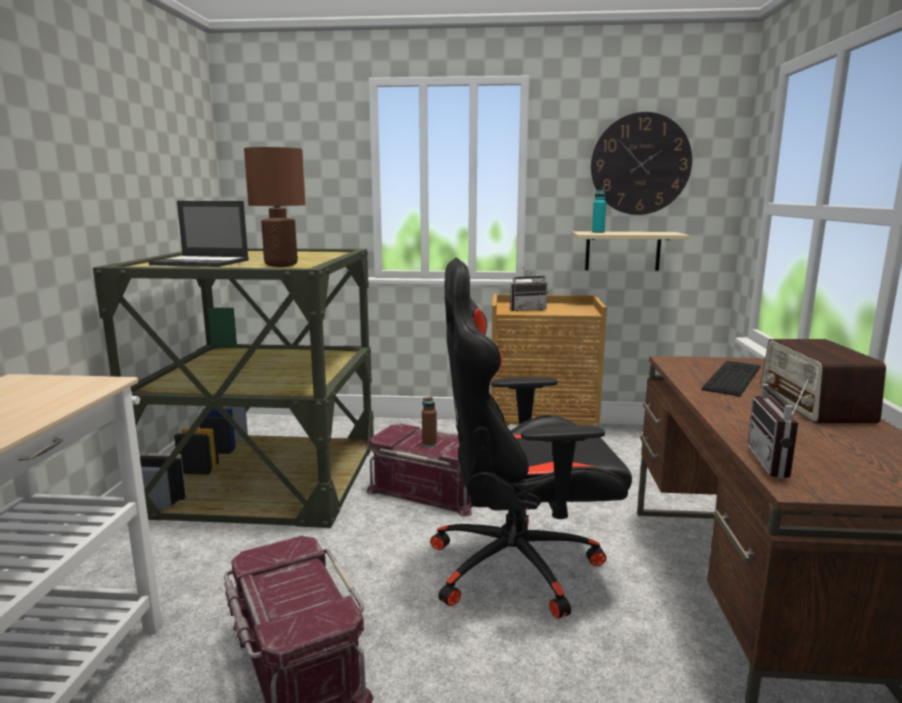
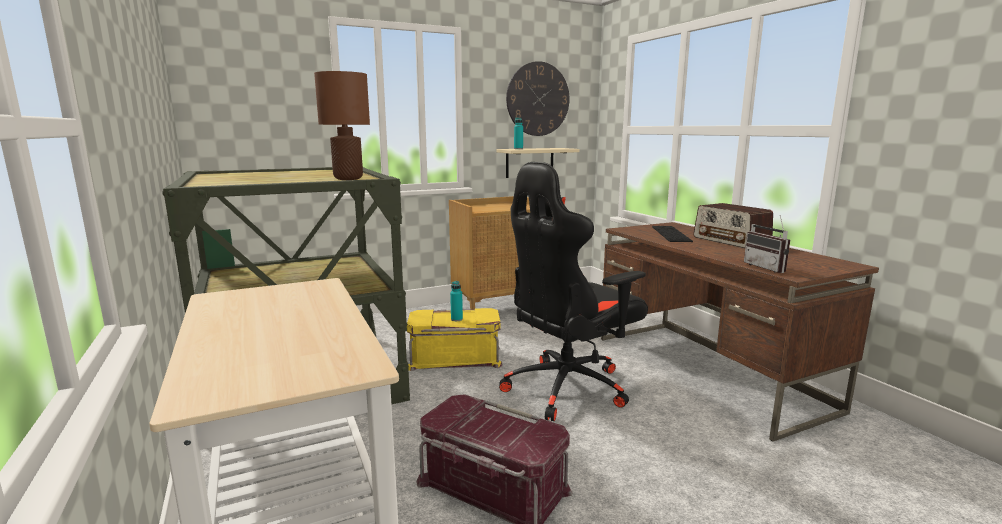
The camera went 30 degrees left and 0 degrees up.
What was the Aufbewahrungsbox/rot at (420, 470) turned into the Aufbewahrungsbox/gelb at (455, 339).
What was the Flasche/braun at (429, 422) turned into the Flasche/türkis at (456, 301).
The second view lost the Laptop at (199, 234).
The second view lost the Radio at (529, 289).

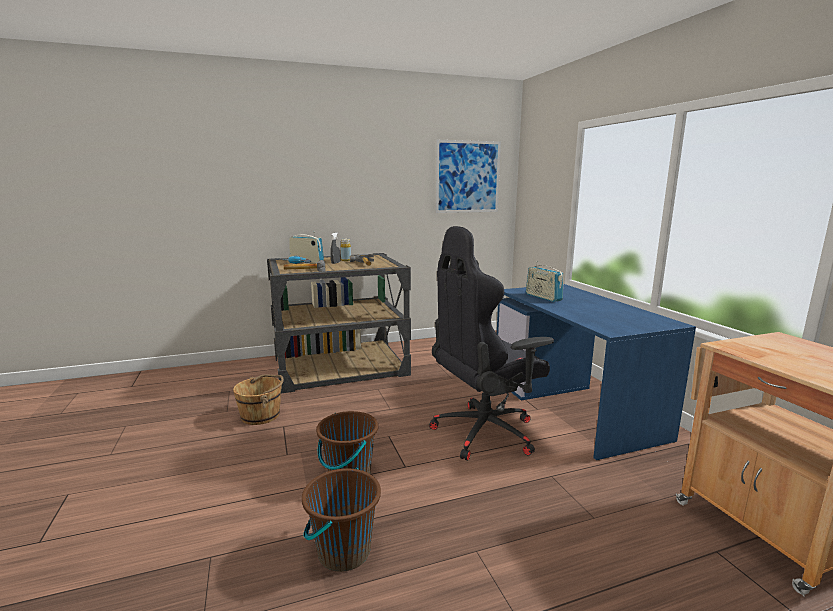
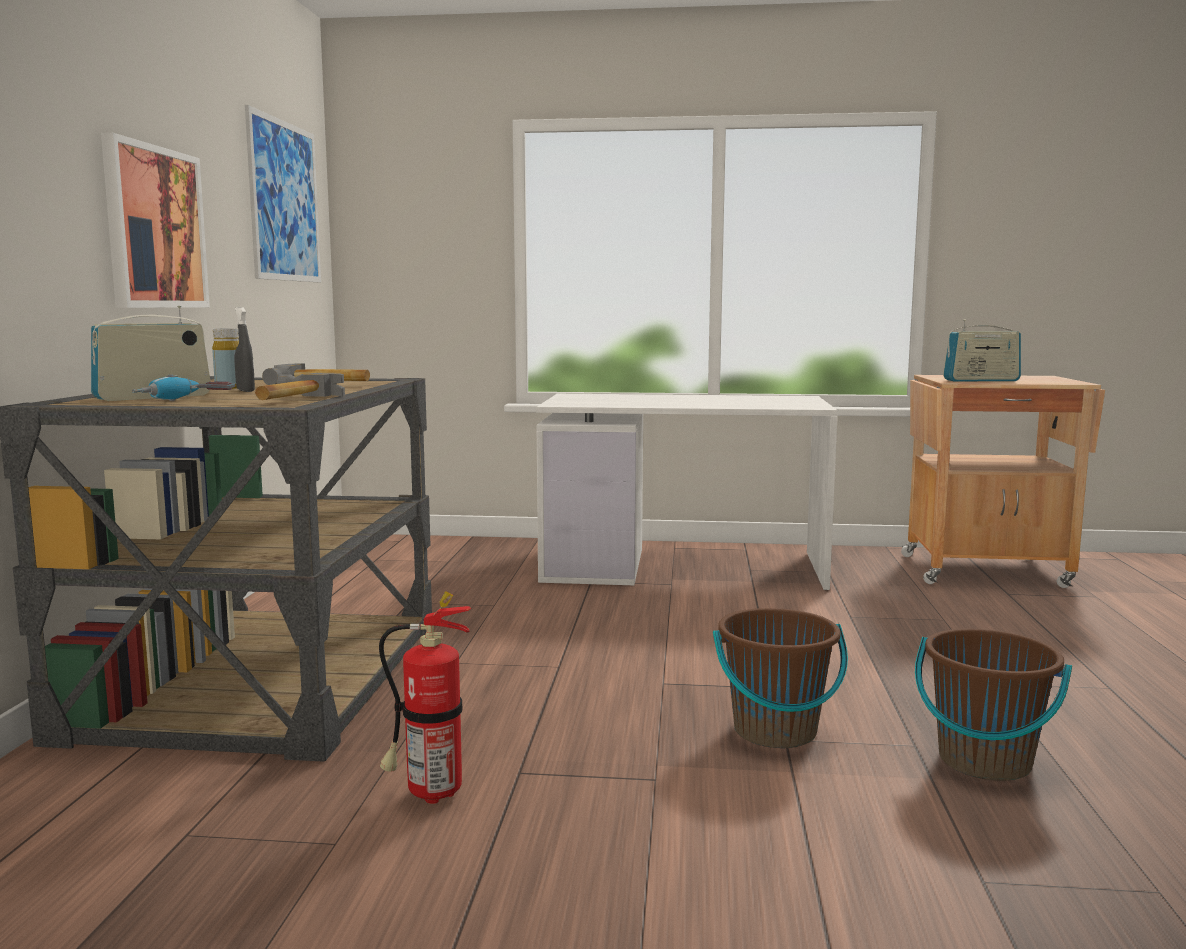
The camera went 65 degrees left and 5 degrees down.
The second view gained the Bild at (155, 220).
Where the Eimer/braun stood at (258, 399), the Feuerlöscher came to stand at (425, 697).
What was the Schreibtisch/blau at (596, 372) turned into the Schreibtisch/weiß at (687, 492).
The Radio ended up elsewhere, having gone from (544, 281) to (982, 350).
The second view lost the Bürostuhl/schwarz at (491, 343).

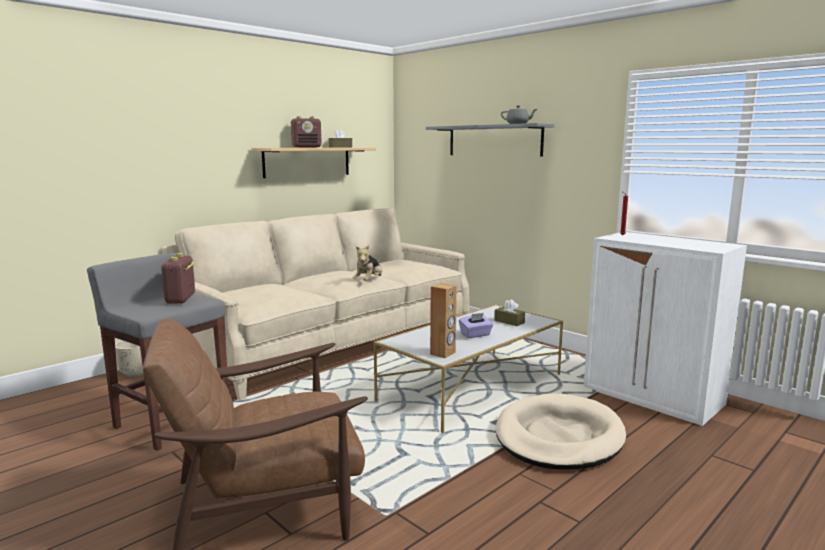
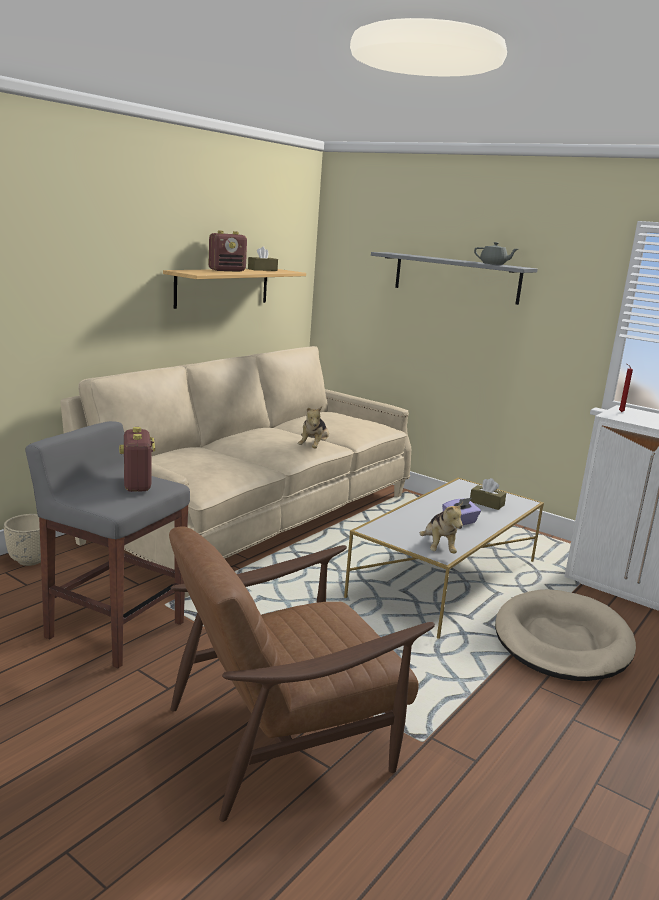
The camera went 10 degrees left and 5 degrees up.
Where the Lautsprecher/braun stood at (443, 320), the Plüschtier came to stand at (441, 528).

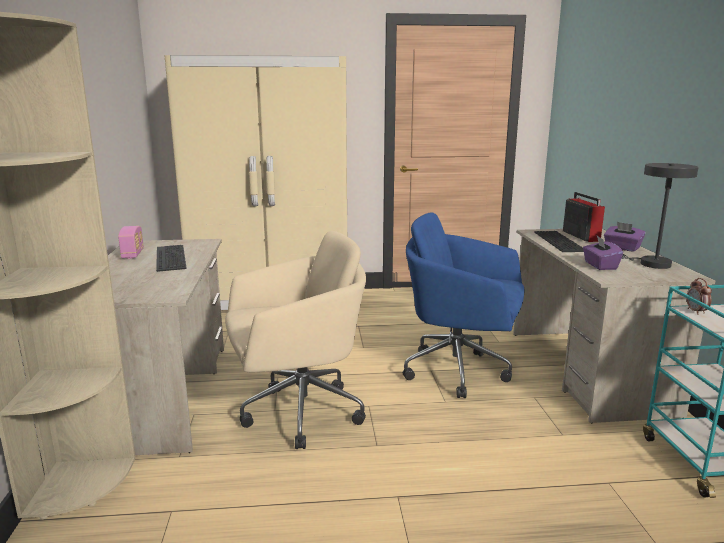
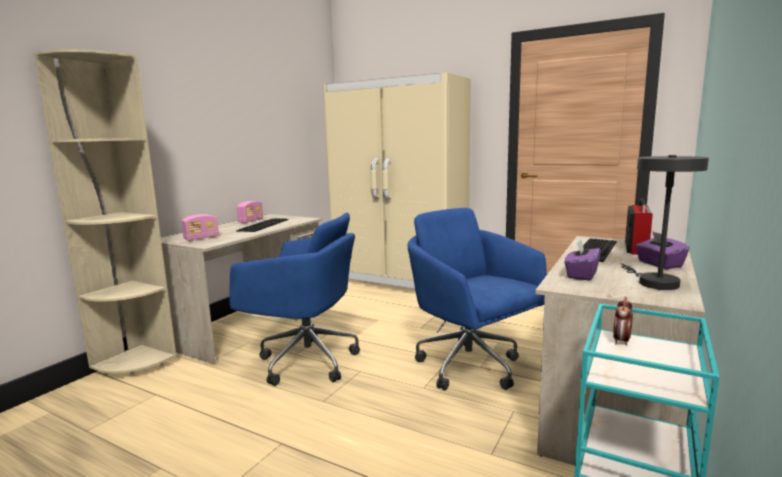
The camera went 35 degrees right and 5 degrees down.
The second view gained the Radio at (200, 227).
What was the Bürostuhl/beige at (295, 340) turned into the Bürostuhl/blau at (294, 299).

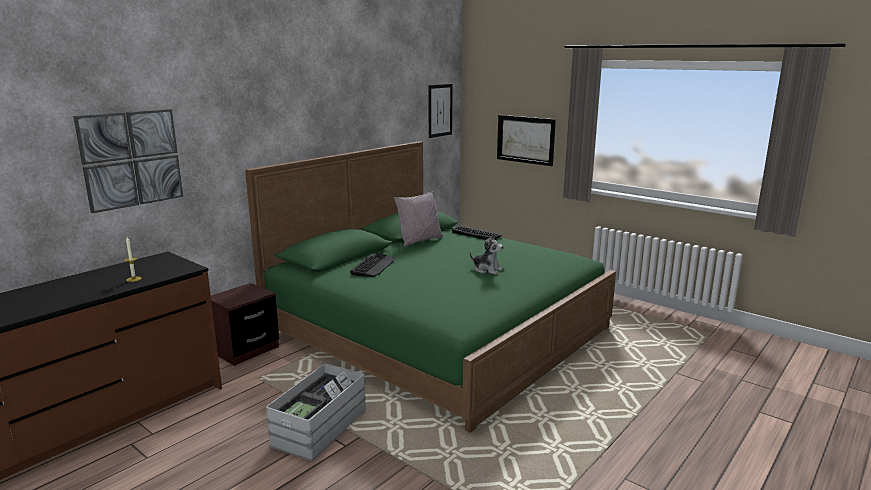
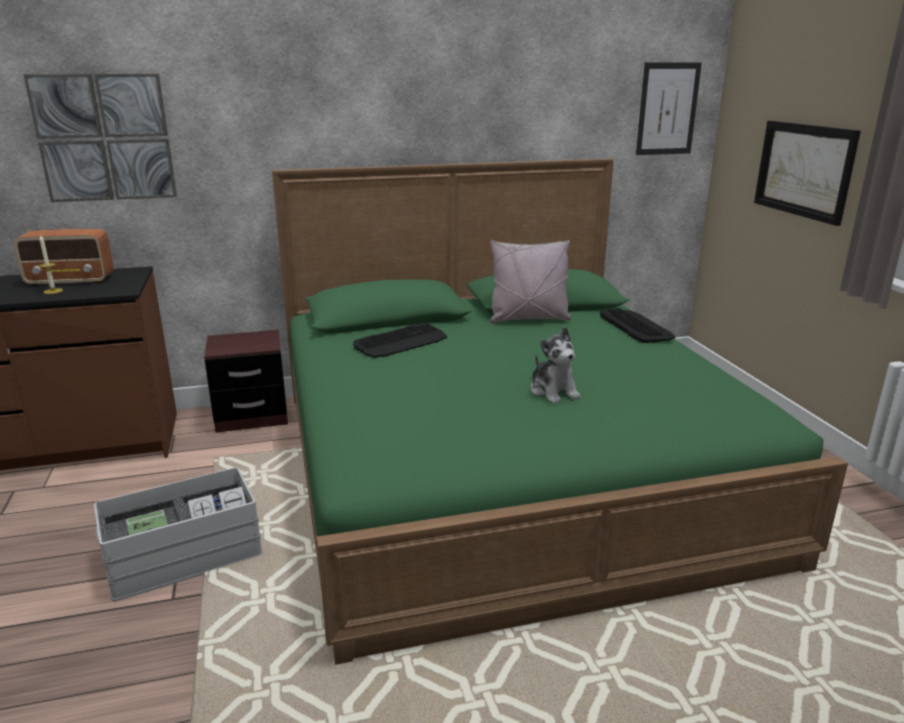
The camera went 35 degrees right and 5 degrees up.
The second view gained the Radio at (63, 257).

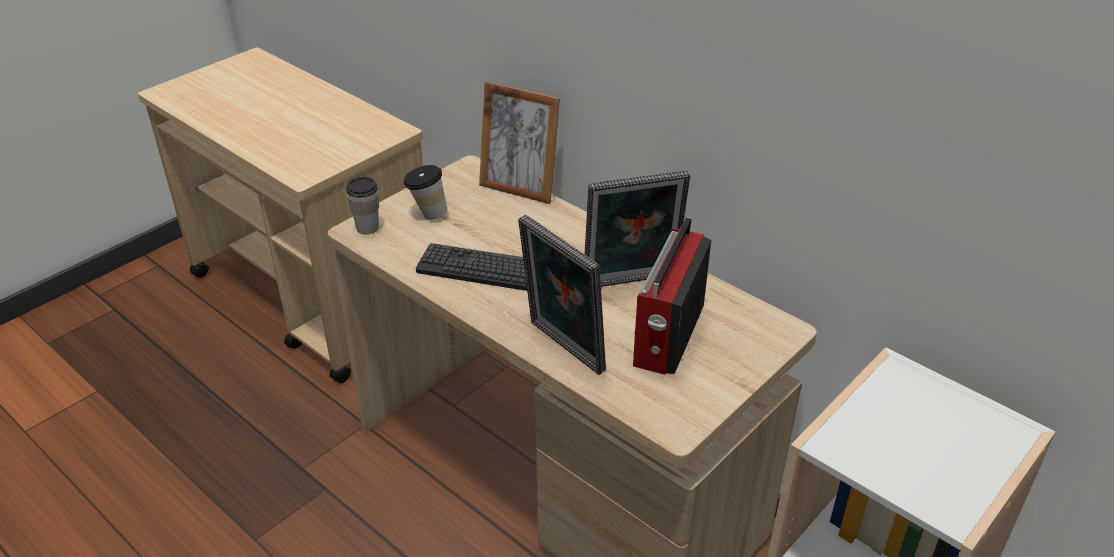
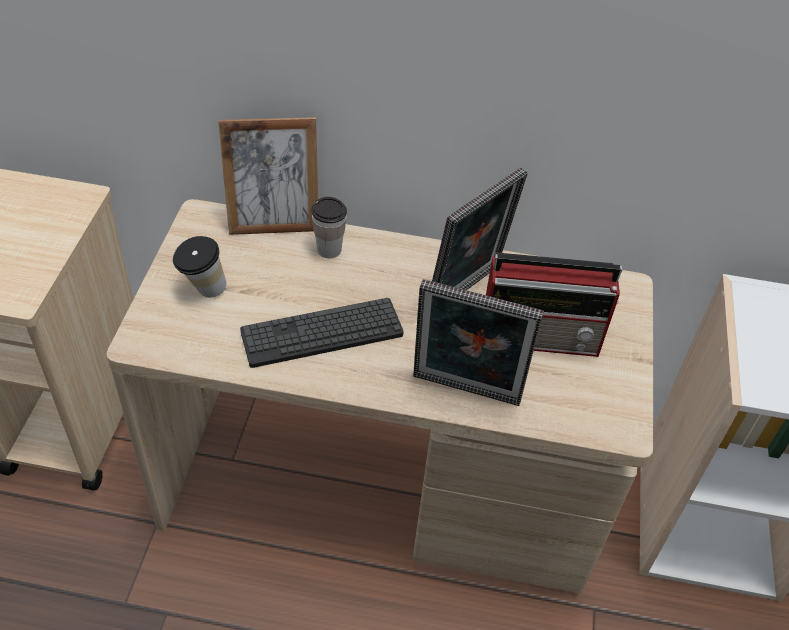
The camera went 35 degrees left and 10 degrees up.
The Tasse ended up elsewhere, having gone from (362, 206) to (329, 227).
The Radio at (672, 296) ended up facing another way, 75 degrees counterclockwise from before.

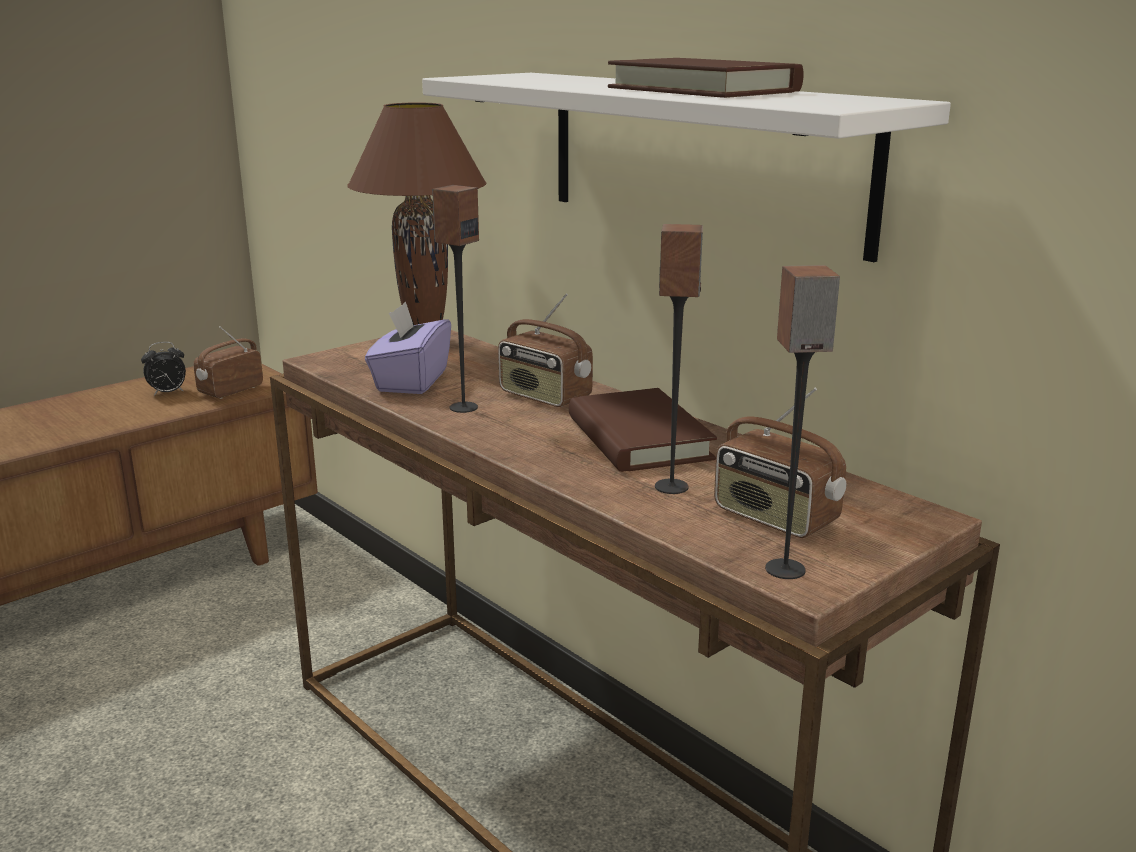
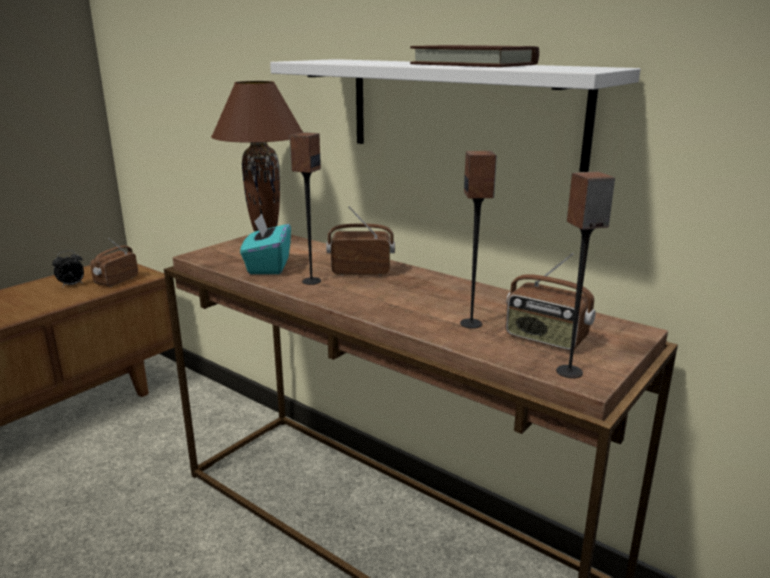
The camera went 10 degrees left and 0 degrees up.
What was the Taschentuchbox/lila at (408, 348) turned into the Taschentuchbox/türkis at (265, 243).
The Radio at (545, 350) ended up facing another way, 150 degrees clockwise from before.
The second view lost the Buch/braun at (643, 430).

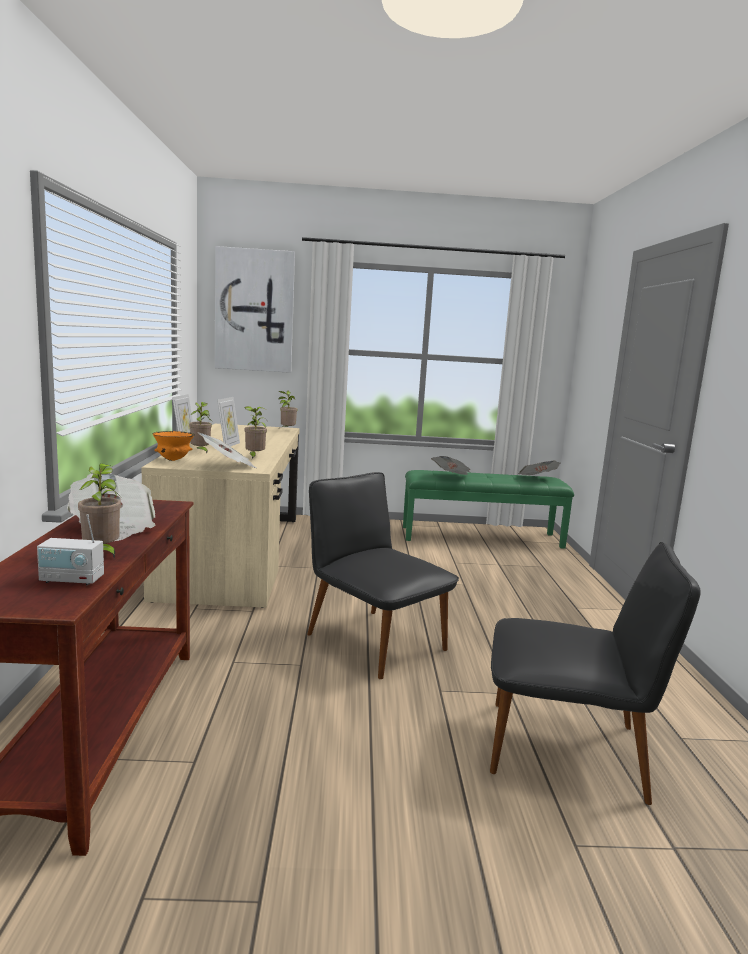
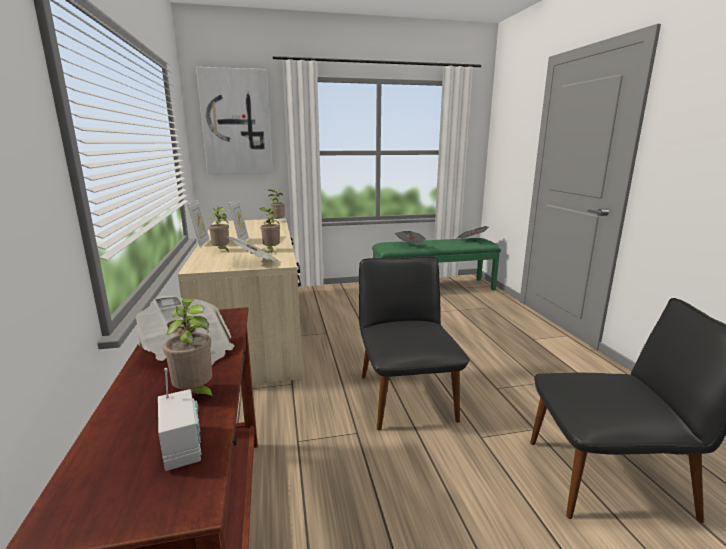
The camera went 10 degrees left and 5 degrees up.
The Radio at (70, 549) ended up facing another way, 105 degrees counterclockwise from before.
The Stuhl/schwarz at (383, 575) ended up facing another way, 45 degrees clockwise from before.
The second view lost the Schüssel/orange at (174, 446).

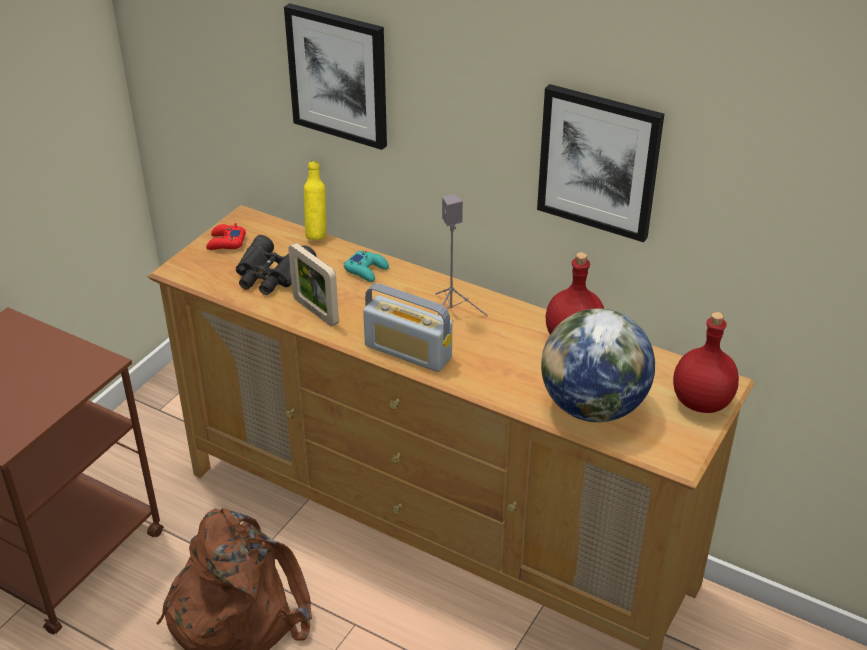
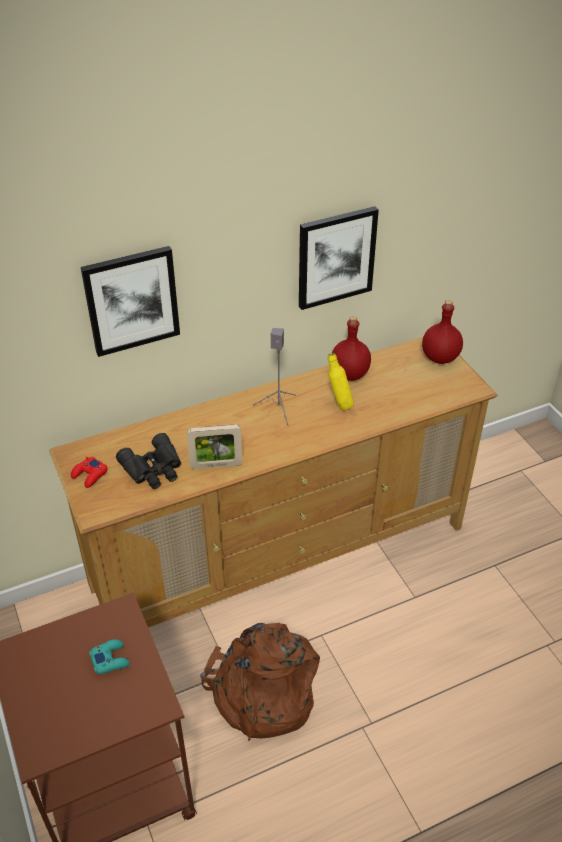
The camera went 55 degrees left and 5 degrees up.
The Gamepad/türkis ended up elsewhere, having gone from (366, 266) to (109, 656).
The Flasche/gelb ended up elsewhere, having gone from (315, 200) to (341, 381).
The second view lost the Radio at (407, 327).
The second view lost the Globus at (598, 365).

